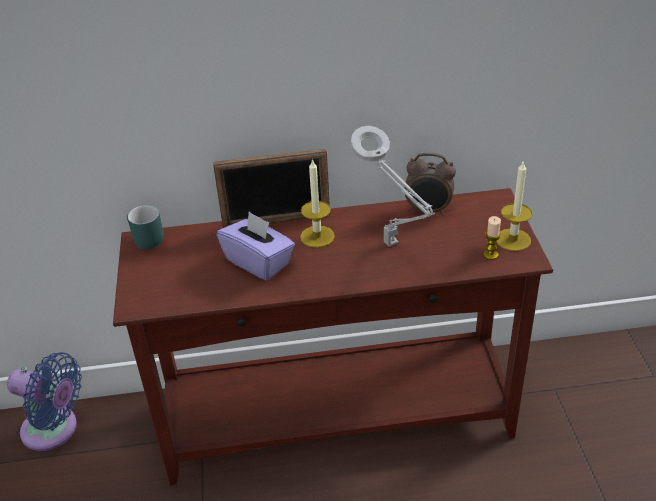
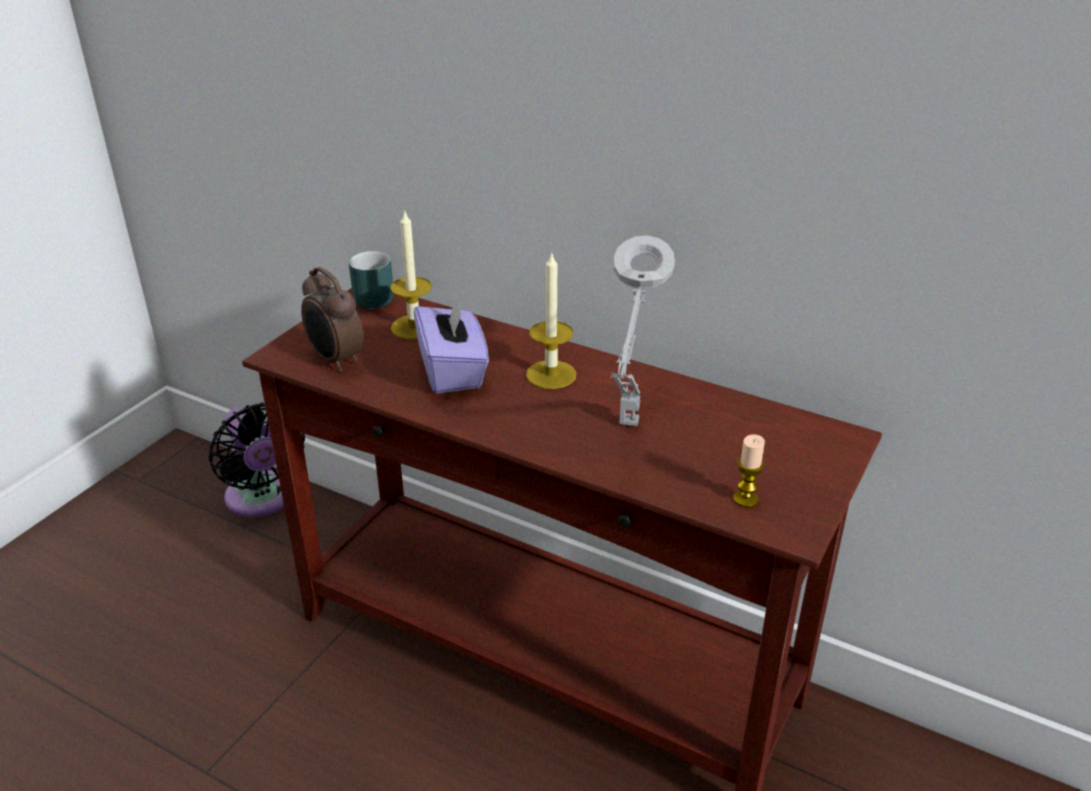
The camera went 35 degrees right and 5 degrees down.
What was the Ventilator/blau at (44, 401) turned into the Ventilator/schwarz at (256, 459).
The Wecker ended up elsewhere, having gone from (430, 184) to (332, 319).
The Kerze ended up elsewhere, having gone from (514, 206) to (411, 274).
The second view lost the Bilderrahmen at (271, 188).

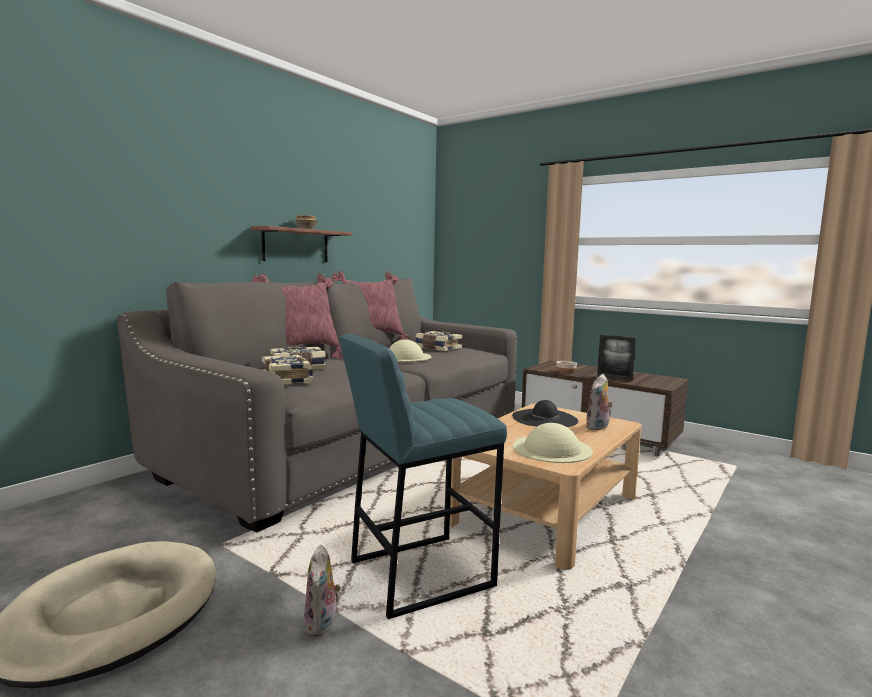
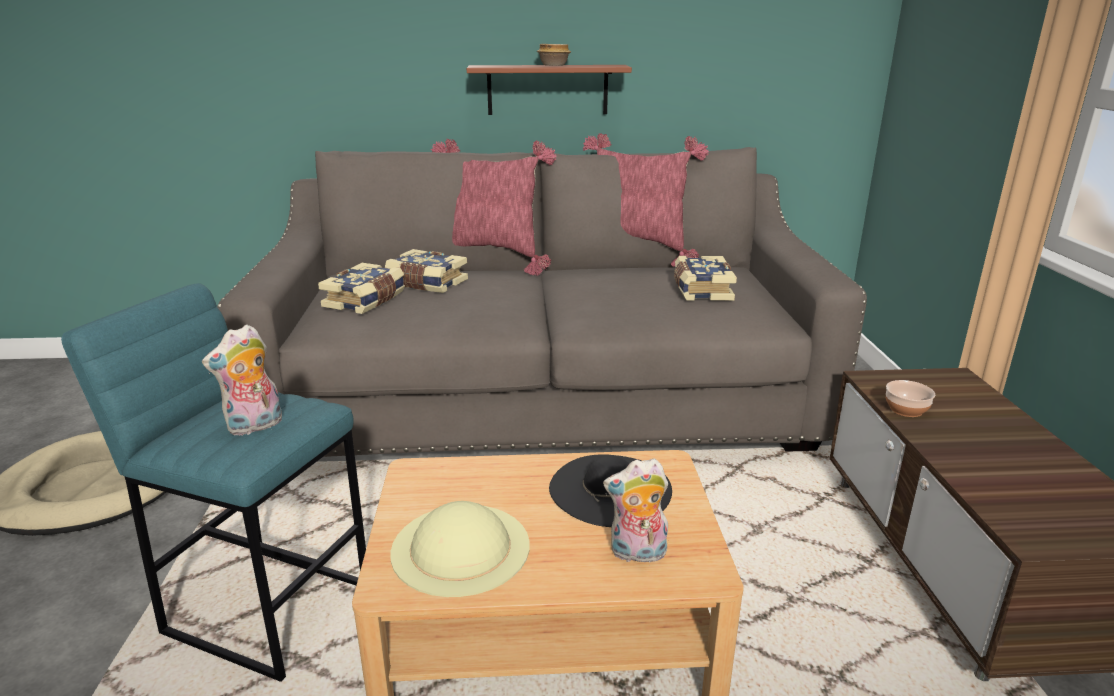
The camera went 50 degrees right and 15 degrees up.
The Plüschtier ended up elsewhere, having gone from (322, 590) to (242, 379).
The second view lost the Hut/beige at (410, 350).
The second view lost the Bilderrahmen at (616, 357).

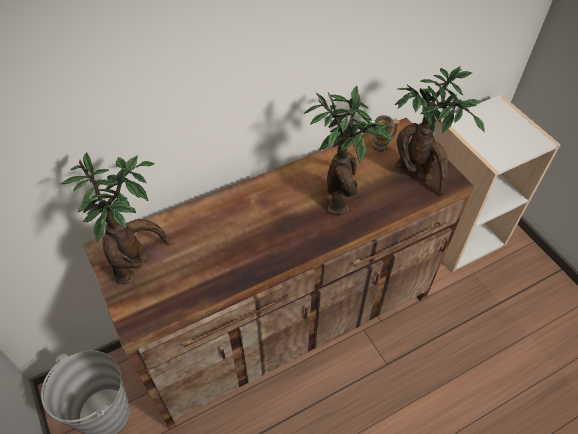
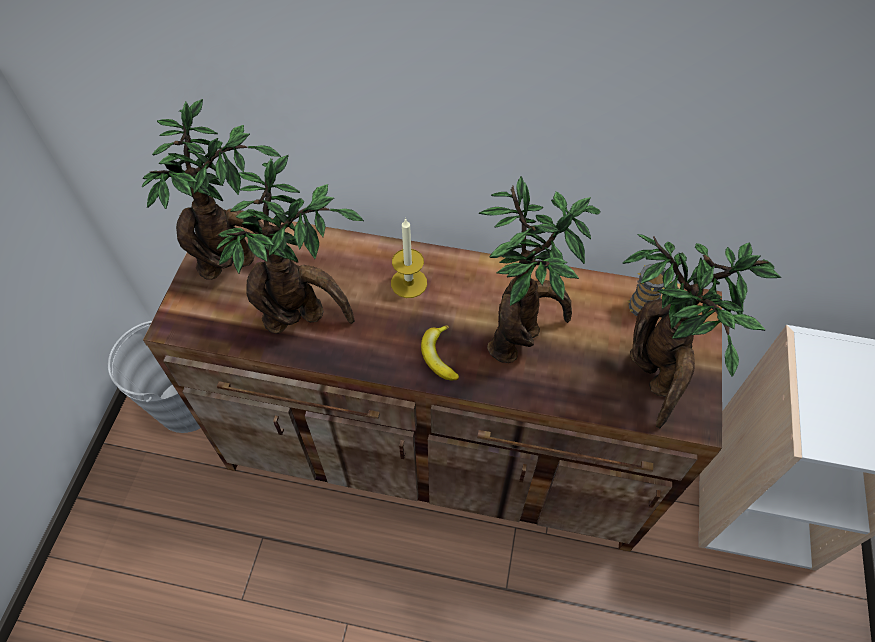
The camera went 40 degrees right and 5 degrees up.
The second view gained the Topfpflanze at (290, 244).
The second view gained the Kerze at (409, 258).
The second view gained the Banane at (440, 352).

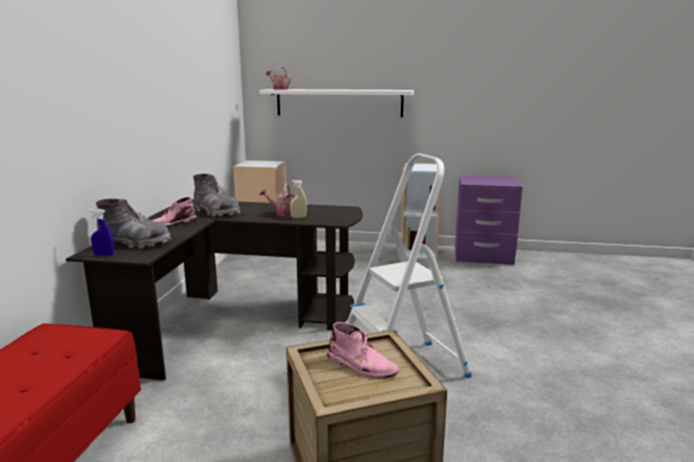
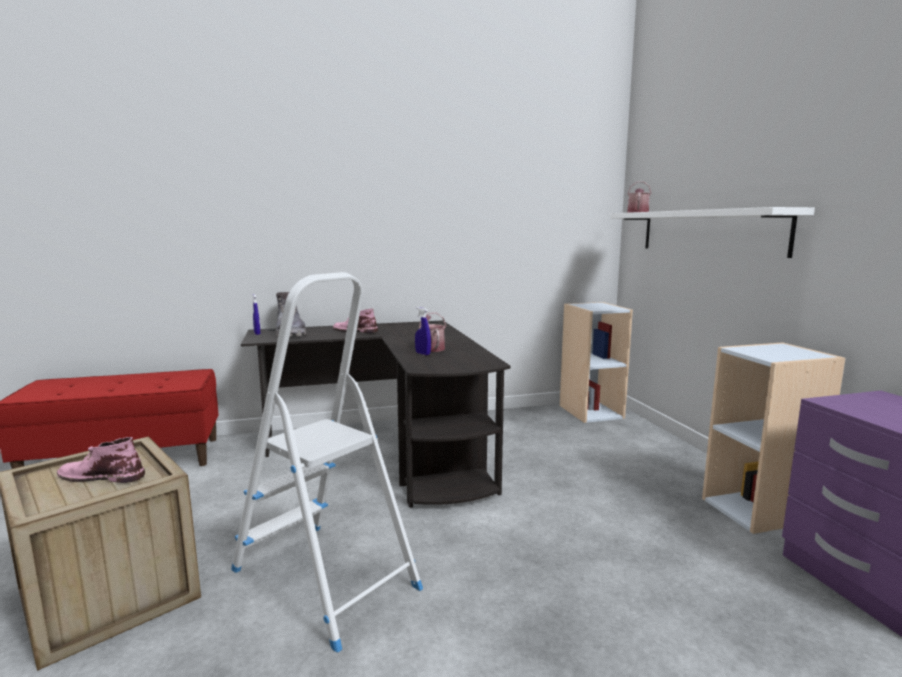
The camera went 65 degrees right and 5 degrees down.
The Stiefel/rosa at (363, 350) ended up facing another way, 90 degrees clockwise from before.
What was the Sprühflasche/beige at (298, 199) turned into the Sprühflasche/blau at (423, 331).
The second view lost the Stiefel/grau at (216, 195).

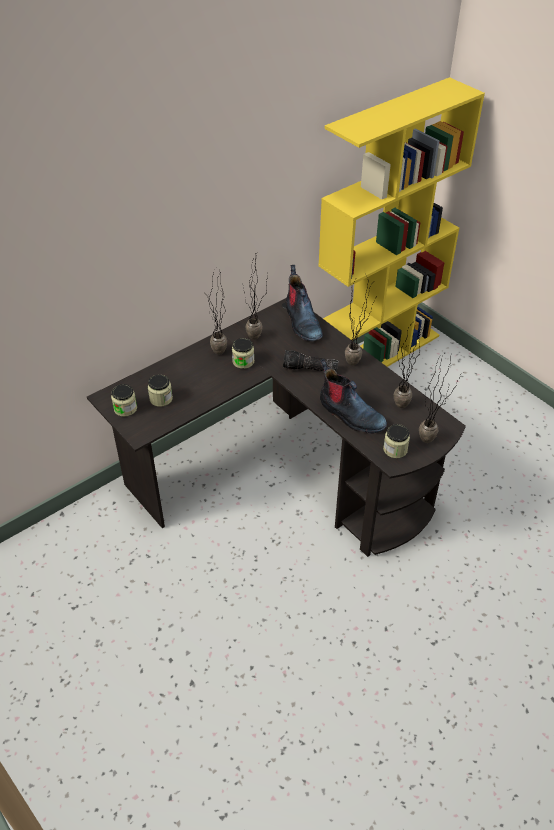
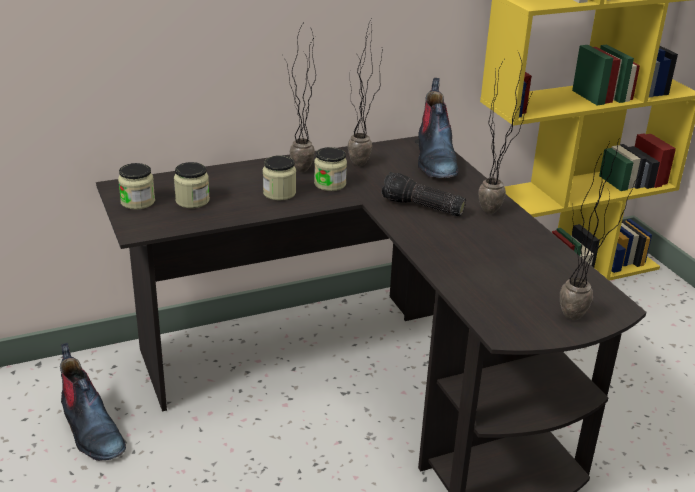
The camera went 15 degrees right and 15 degrees down.
The Stiefel ended up elsewhere, having gone from (353, 396) to (93, 402).
The Vorratsglas ended up elsewhere, having gone from (396, 441) to (279, 177).
The second view lost the Topfpflanze at (408, 367).

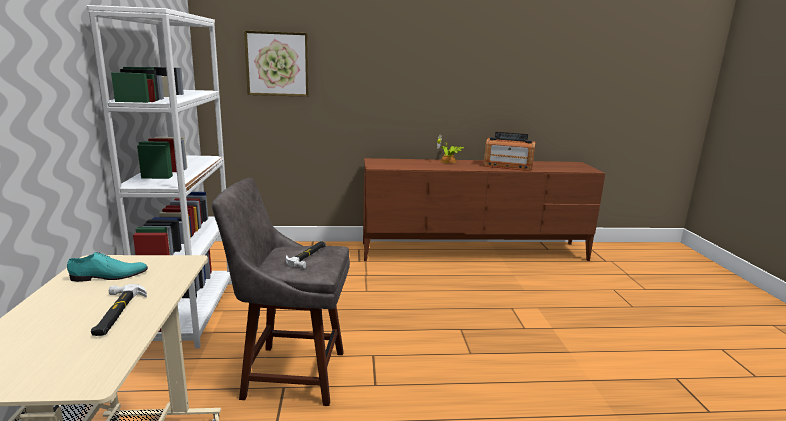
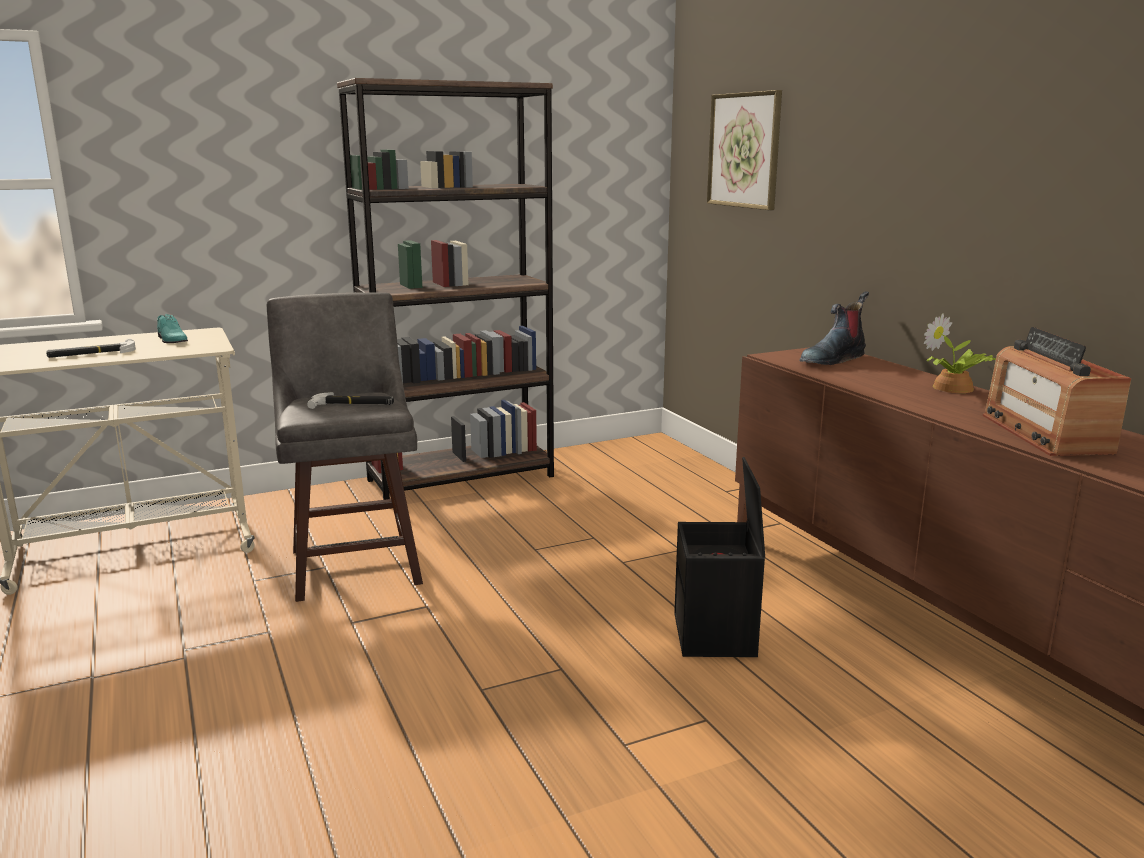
The camera went 70 degrees right and 0 degrees up.
What was the Bücherregal/weiß at (159, 176) turned into the Bücherregal/braun at (445, 289).
The second view gained the Aufbewahrungsbox/schwarz at (719, 557).
The second view gained the Stiefel at (834, 328).

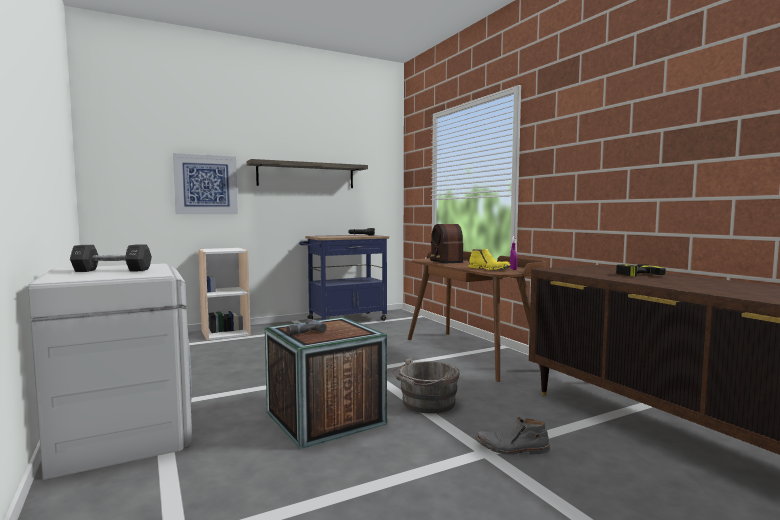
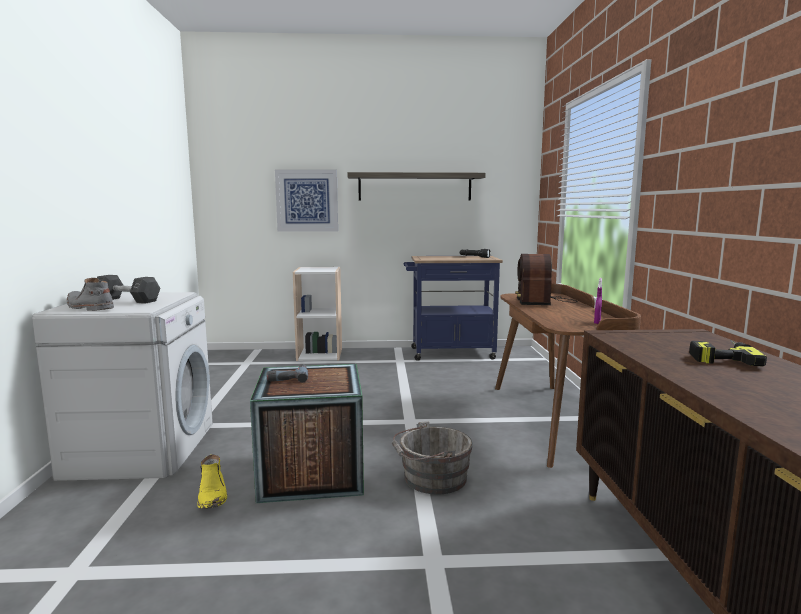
The camera went 25 degrees right and 5 degrees up.
The Stiefel/grau ended up elsewhere, having gone from (512, 436) to (90, 294).
The Stiefel/gelb ended up elsewhere, having gone from (489, 259) to (212, 481).

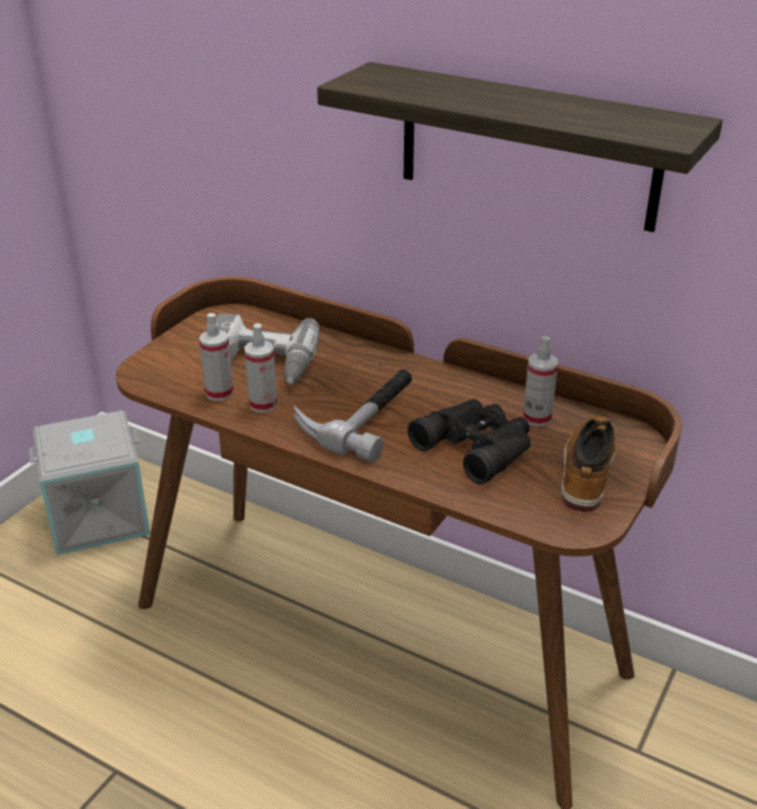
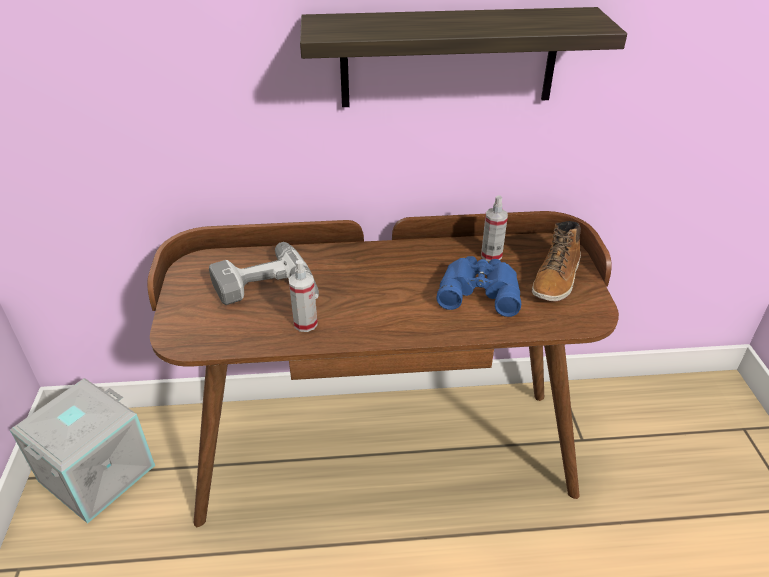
The camera went 35 degrees left and 5 degrees up.
What was the Fernglas/schwarz at (469, 441) turned into the Fernglas/blau at (478, 286).
The Stiefel at (588, 464) ended up facing another way, 135 degrees counterclockwise from before.
The second view lost the Sprühflasche at (216, 357).
The second view lost the Hammer at (352, 415).

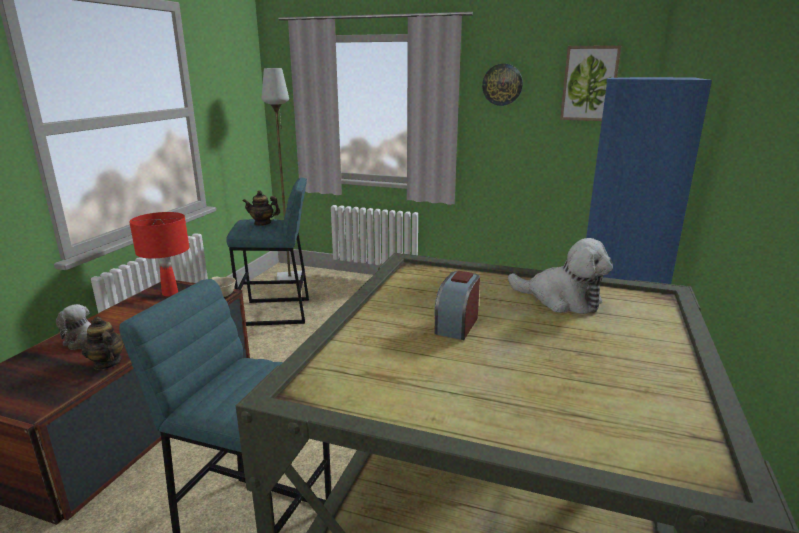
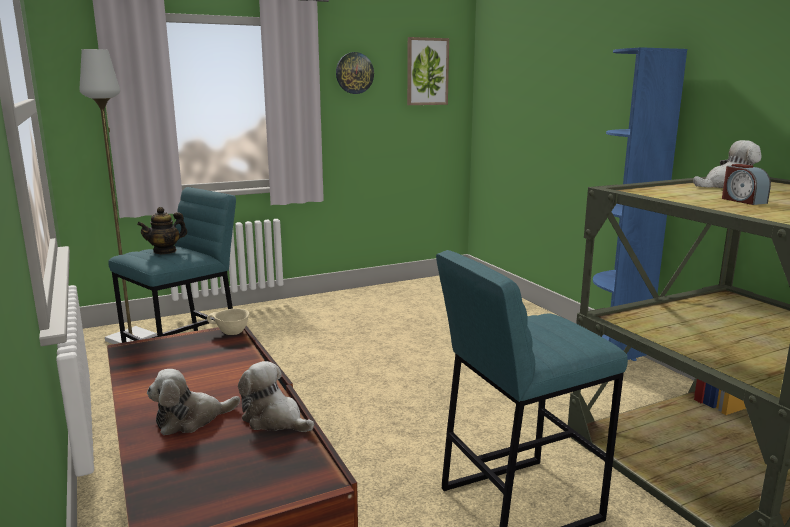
The camera went 45 degrees left and 5 degrees down.
Where the Teekanne stood at (103, 343), the Plüschtier came to stand at (276, 396).
The second view lost the Tischlampe/rot at (159, 254).

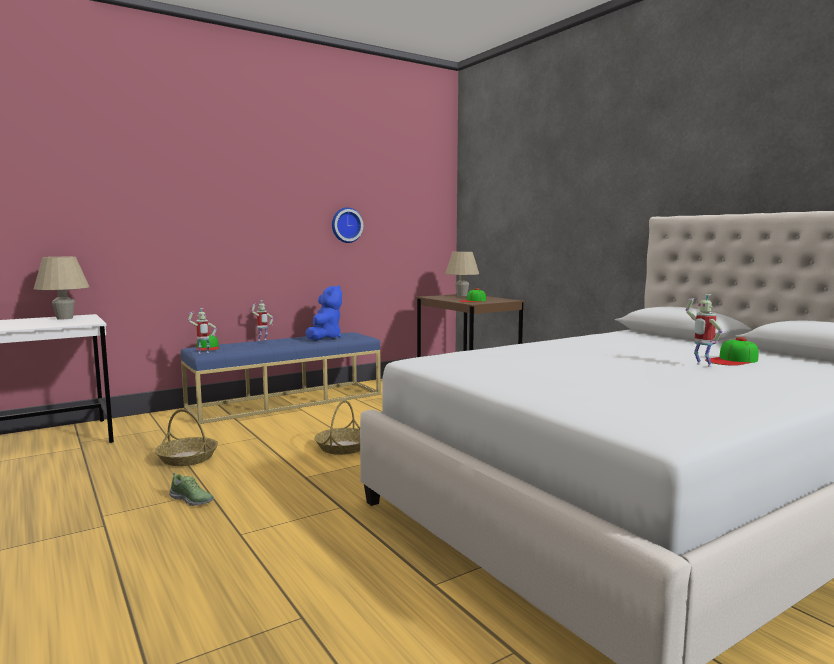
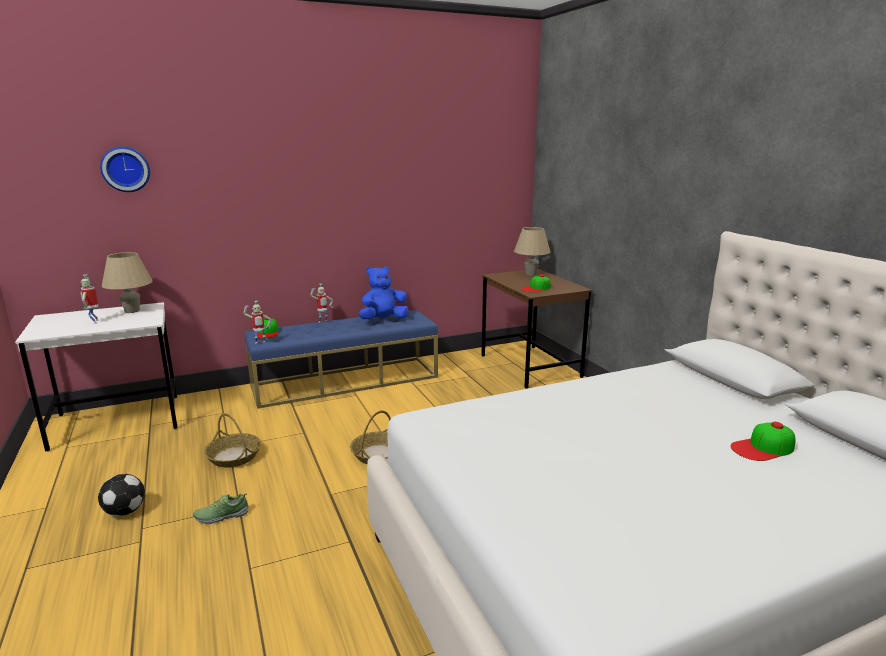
The camera went 10 degrees right and 10 degrees up.
The Spielzeugroboter ended up elsewhere, having gone from (704, 330) to (89, 299).
The second view gained the Fußball at (121, 495).
The Wanduhr ended up elsewhere, having gone from (347, 225) to (125, 169).
The Schuh at (191, 489) ended up facing another way, 120 degrees clockwise from before.
The Plüschtier/blau at (323, 312) ended up facing another way, 135 degrees counterclockwise from before.

